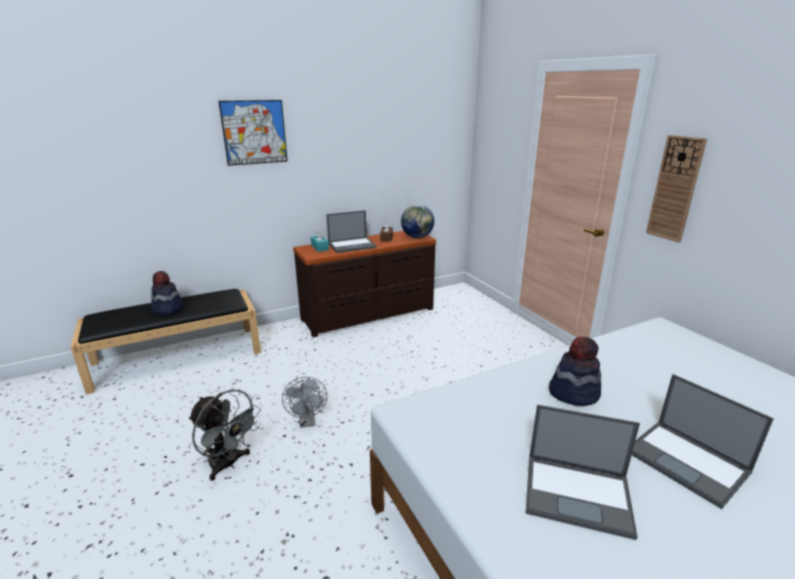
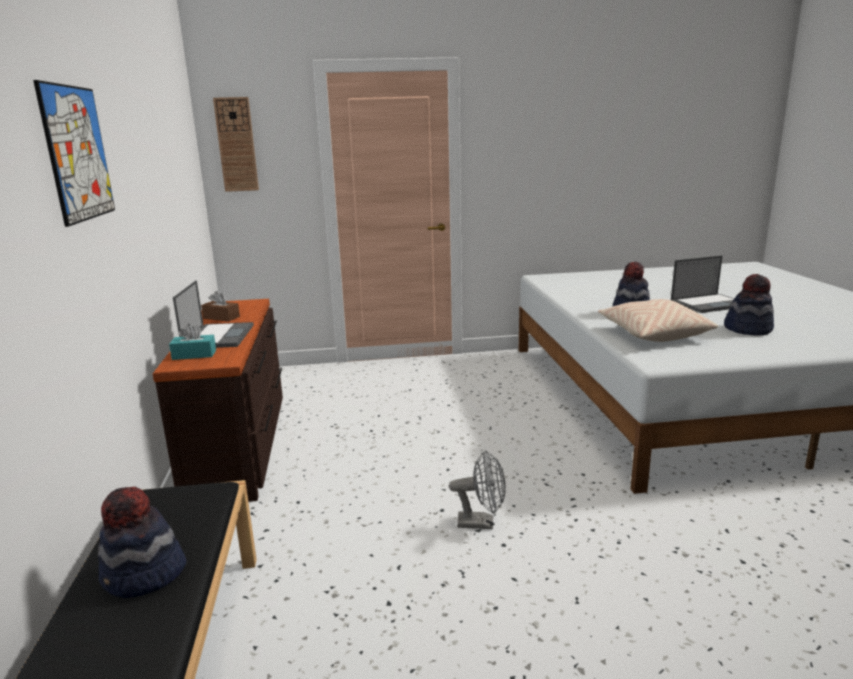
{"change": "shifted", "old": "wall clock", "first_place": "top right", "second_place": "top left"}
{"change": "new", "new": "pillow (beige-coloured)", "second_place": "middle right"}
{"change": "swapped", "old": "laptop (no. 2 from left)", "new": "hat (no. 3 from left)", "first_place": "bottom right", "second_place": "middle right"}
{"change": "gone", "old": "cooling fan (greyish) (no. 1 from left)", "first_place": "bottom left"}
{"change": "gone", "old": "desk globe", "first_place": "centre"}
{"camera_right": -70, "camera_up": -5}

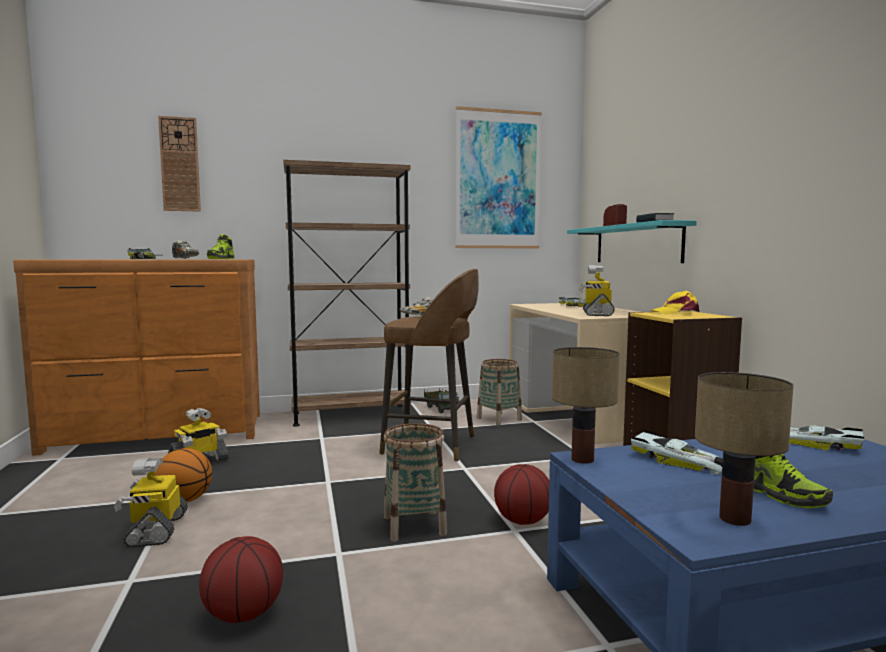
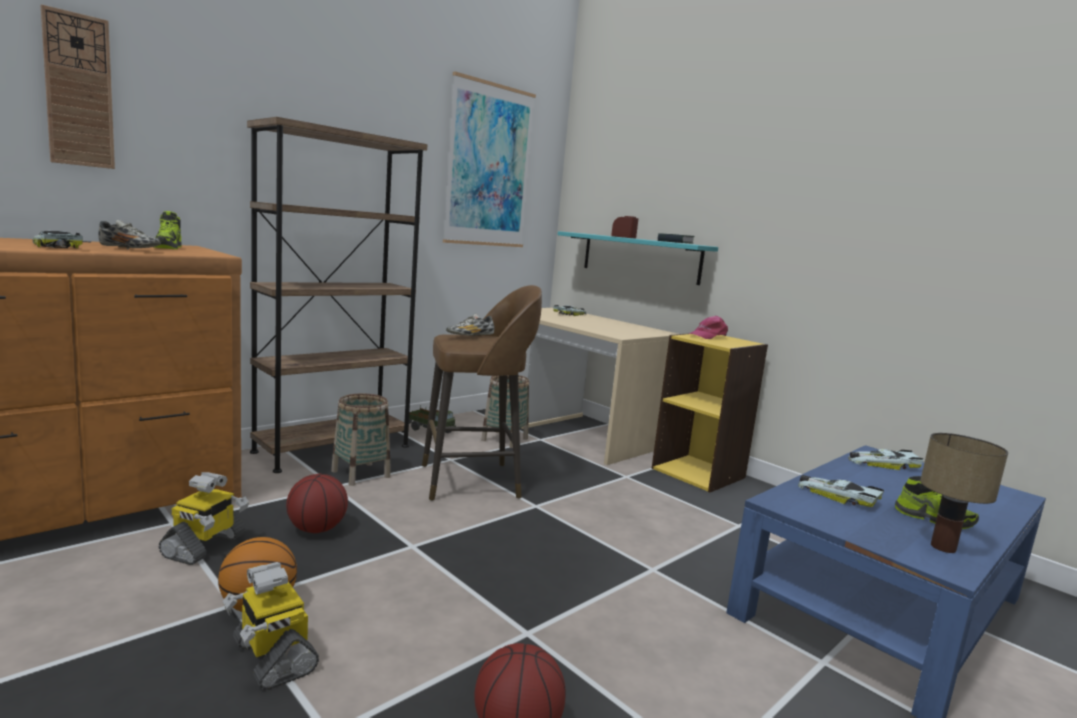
{"change": "shifted", "old": "basketball ball (no. 3 from left in the first image)", "new": "basketball ball (no. 2 from left)", "first_place": "bottom centre", "second_place": "bottom left"}
{"change": "shifted", "old": "storage basket (no. 1 from left)", "first_place": "bottom centre", "second_place": "centre"}
{"change": "repainted", "old": "cap (yellowish)", "new": "cap (pinkish)", "first_place": "middle right", "second_place": "centre"}
{"change": "rotated", "old": "model car (no. 3 from left)", "first_place": "bottom right", "second_place": "bottom right", "degrees": -150}
{"change": "gone", "old": "table lamp (no. 1 from left)", "first_place": "centre"}
{"change": "gone", "old": "robot figure (no. 3 from left)", "first_place": "middle right"}
{"camera_right": -30, "camera_up": 5}

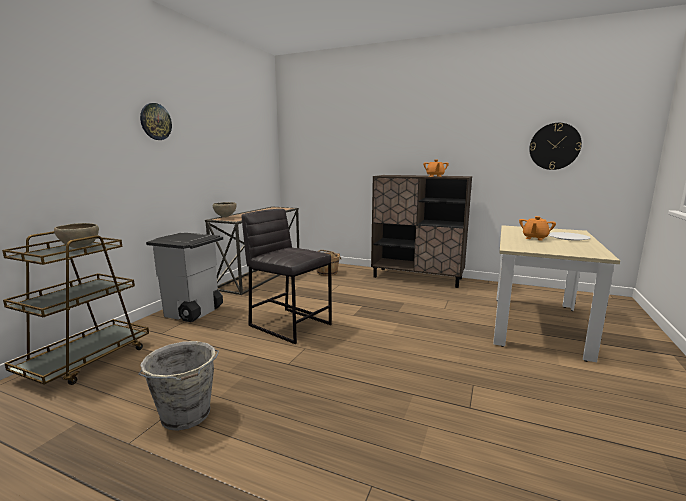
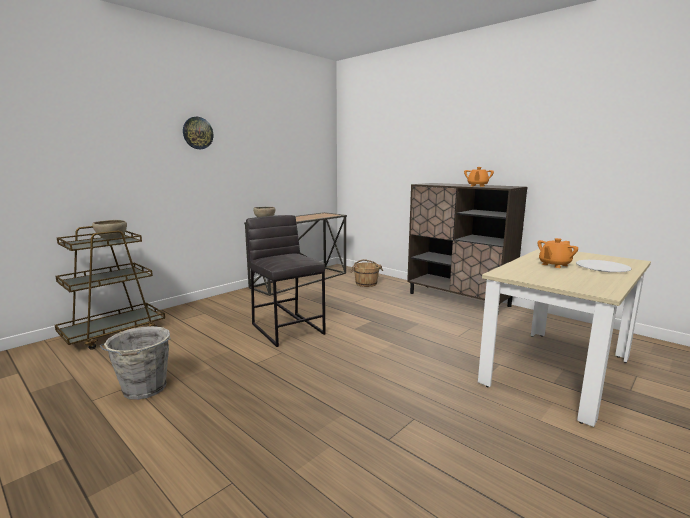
{"change": "gone", "old": "waste bin (greyish)", "first_place": "middle left"}
{"change": "gone", "old": "wall clock (no. 2 from left)", "first_place": "top right"}
{"camera_right": 20, "camera_up": 0}

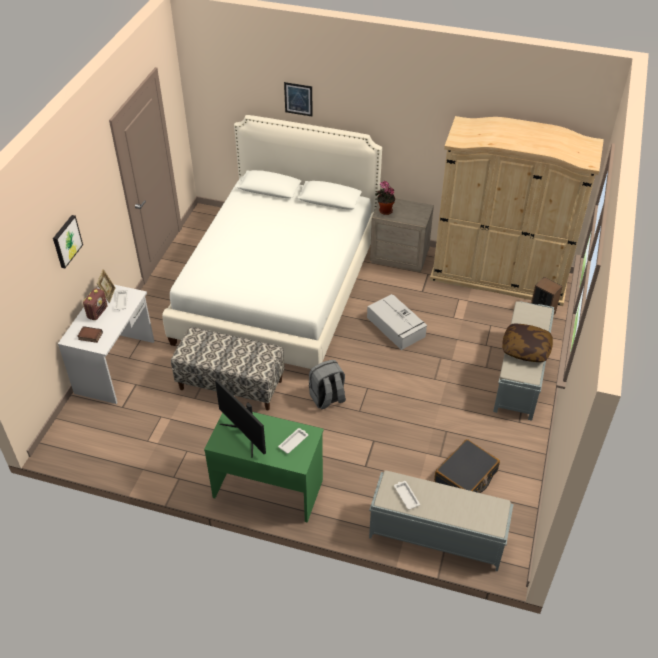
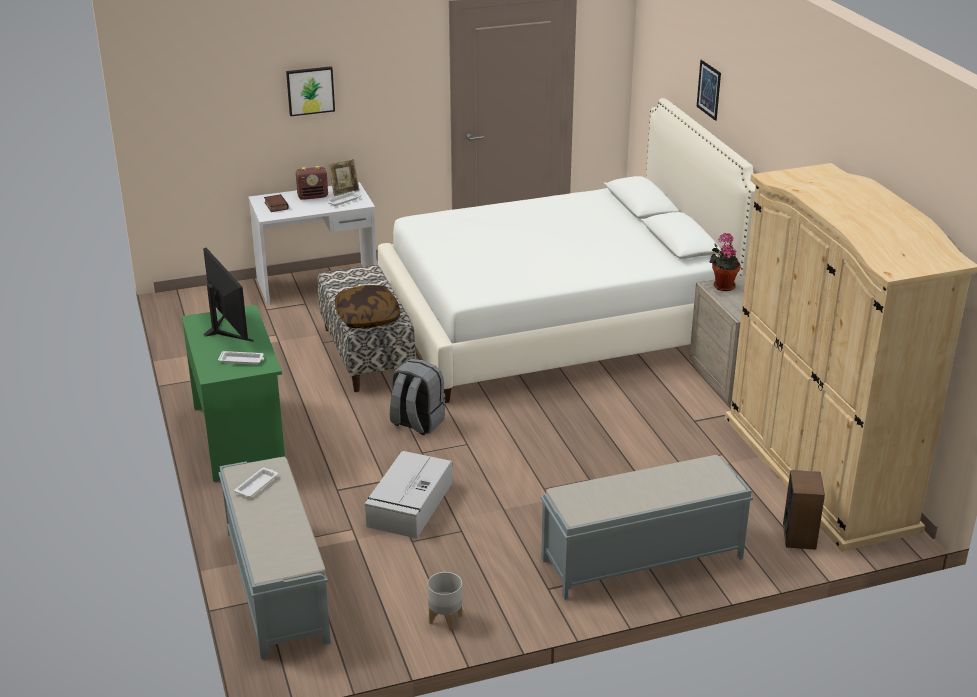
{"change": "rotated", "old": "monitor", "first_place": "centre", "second_place": "middle left", "degrees": 135}
{"change": "shifted", "old": "pillow", "first_place": "middle right", "second_place": "centre"}
{"change": "shifted", "old": "storage container (greyish)", "first_place": "centre", "second_place": "bottom centre"}
{"change": "new", "new": "plant pot (greyish)", "second_place": "bottom centre"}
{"change": "gone", "old": "piece of luggage (blackish)", "first_place": "bottom right"}
{"camera_right": 55, "camera_up": -15}

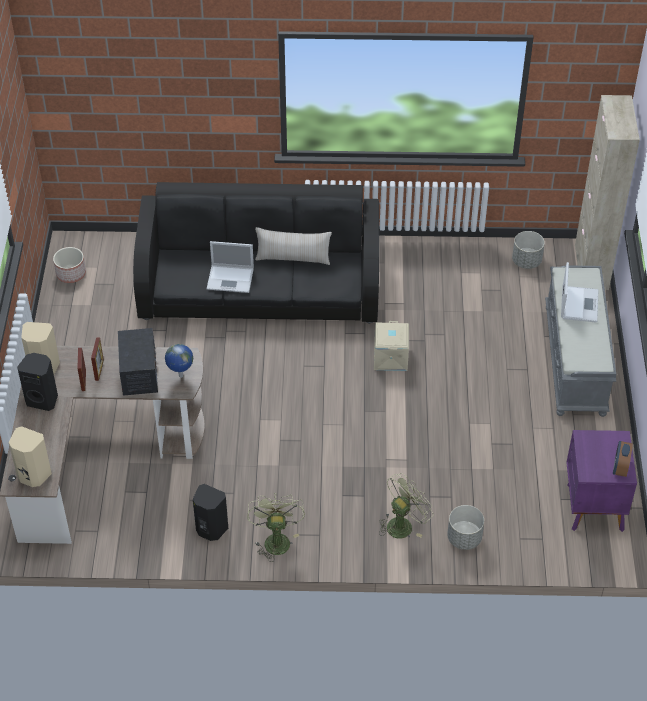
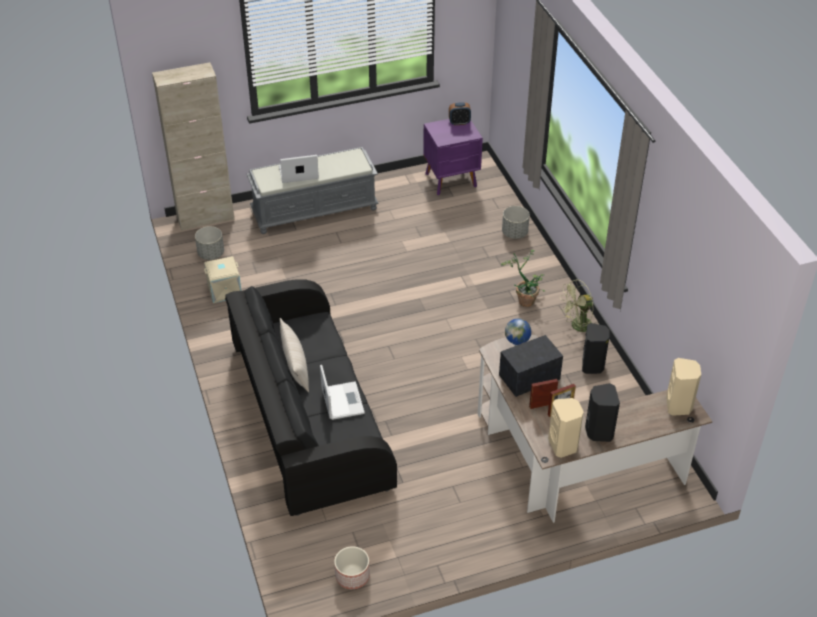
{"change": "shifted", "old": "storage container (beige-coloured)", "first_place": "centre", "second_place": "middle left"}
{"change": "new", "new": "plant in a pot", "second_place": "centre"}
{"change": "gone", "old": "cooling fan (green-coloured) (no. 2 from left)", "first_place": "bottom centre"}
{"camera_right": -110, "camera_up": -5}

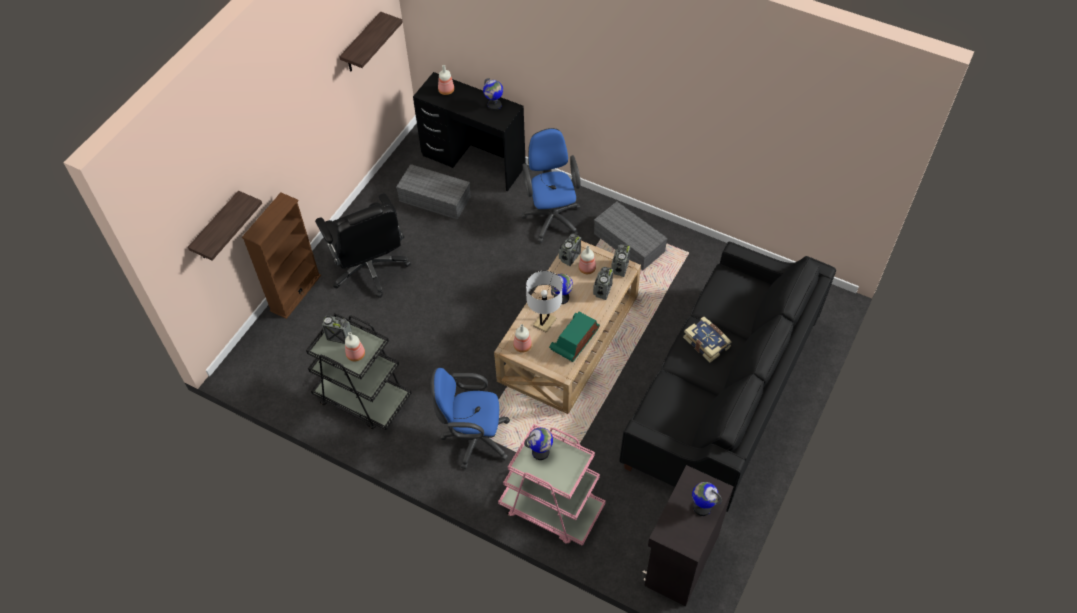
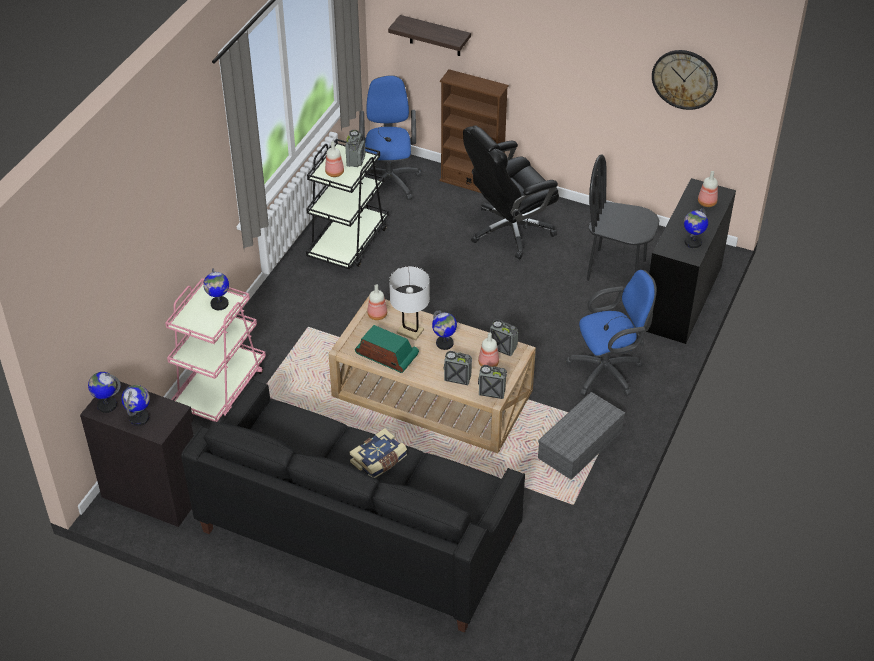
{"change": "new", "new": "desk globe (no. 1 from left)", "second_place": "middle left"}
{"change": "shifted", "old": "computer chair (blue) (no. 1 from left)", "first_place": "bottom centre", "second_place": "top centre"}
{"change": "swapped", "old": "storage container (greyish) (no. 1 from left)", "new": "chair (blackish)", "first_place": "top centre", "second_place": "top right"}
{"change": "swapped", "old": "shelf (no. 2 from left)", "new": "wall clock", "first_place": "top centre", "second_place": "top right"}
{"camera_right": 85, "camera_up": -10}

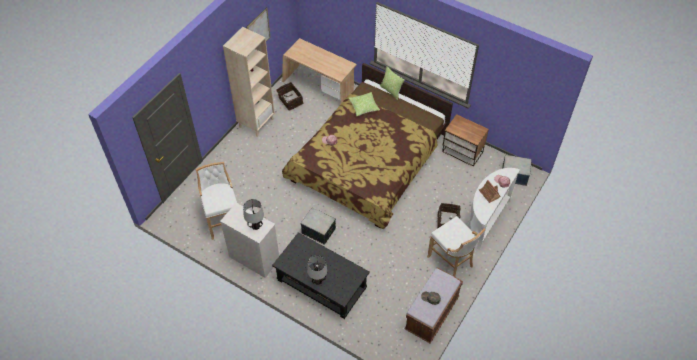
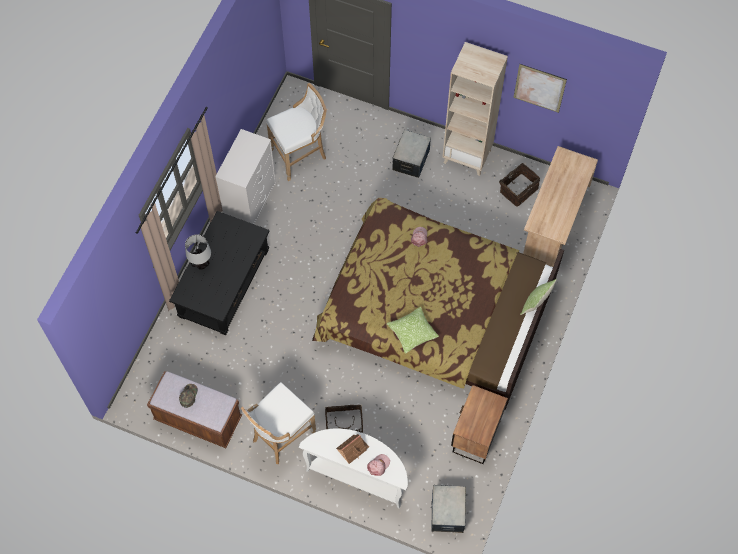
{"change": "shifted", "old": "pillow (no. 1 from left)", "first_place": "top centre", "second_place": "centre"}
{"change": "shifted", "old": "storage container (no. 1 from left)", "first_place": "centre", "second_place": "top centre"}
{"change": "gone", "old": "table lamp (no. 1 from left)", "first_place": "centre"}
{"camera_right": 80, "camera_up": 10}

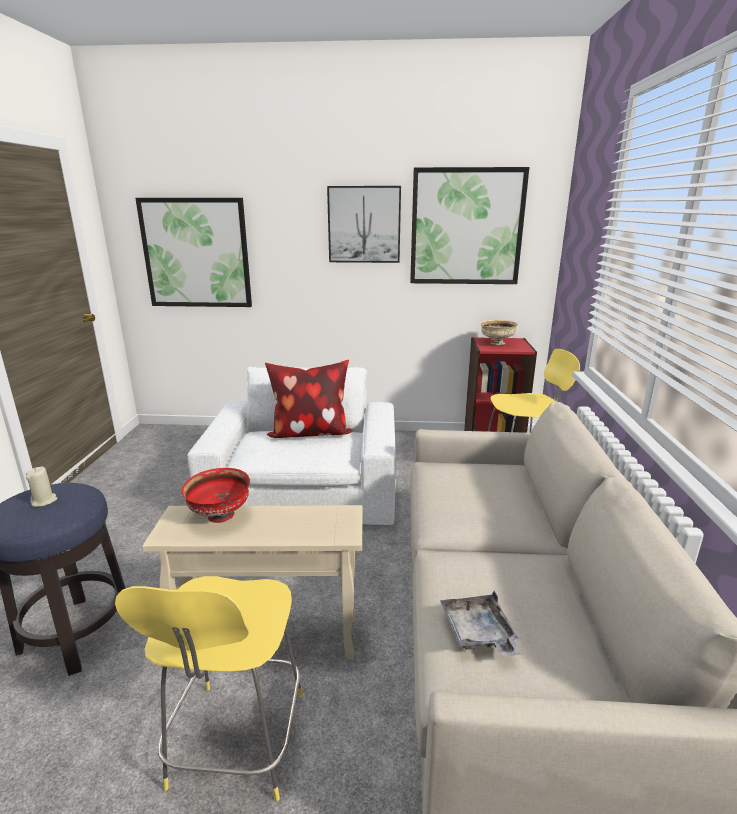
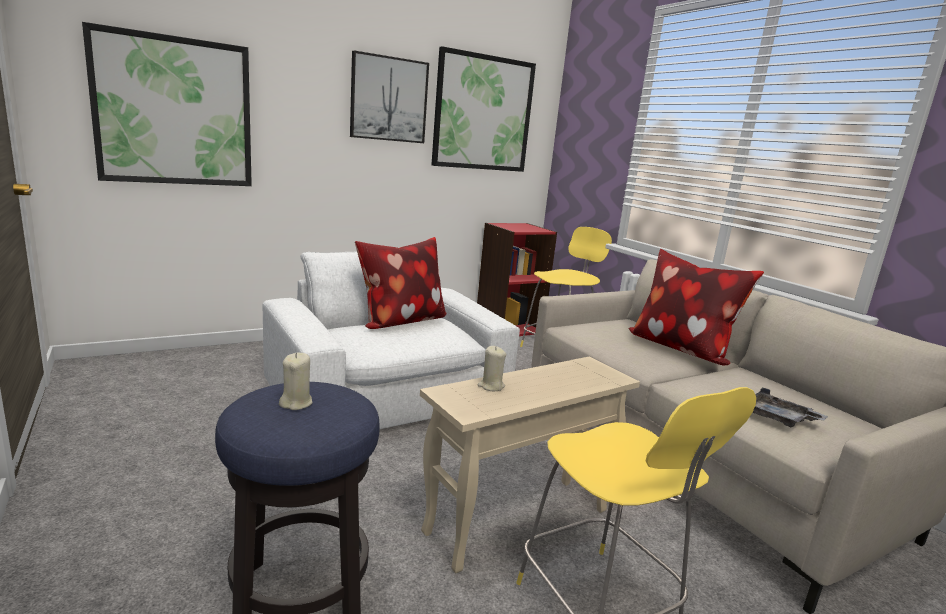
{"change": "swapped", "old": "serving bowl (reddish)", "new": "candle (beige-coloured) (no. 2 from left)", "first_place": "middle left", "second_place": "centre"}
{"change": "new", "new": "pillow (no. 2 from left)", "second_place": "middle right"}
{"change": "gone", "old": "serving bowl (beige-coloured)", "first_place": "middle right"}
{"camera_right": -35, "camera_up": -5}

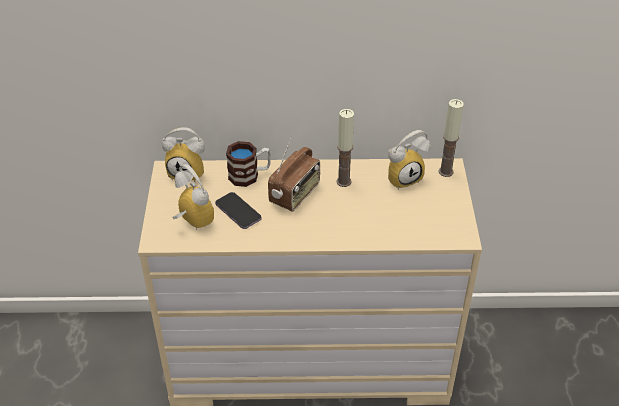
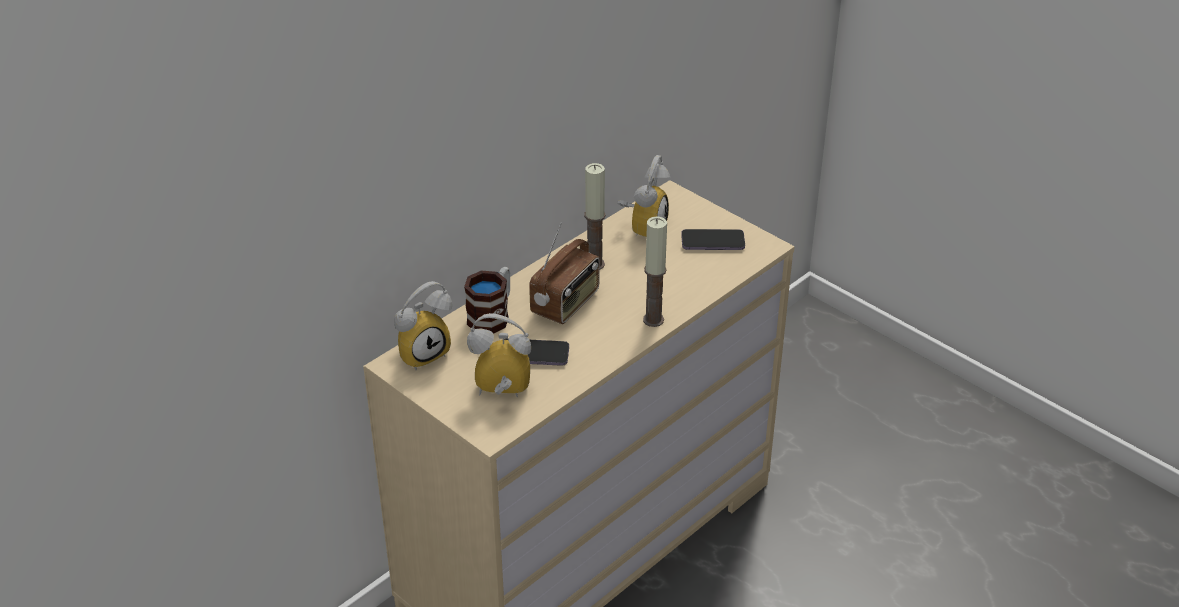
{"change": "rotated", "old": "radio set", "first_place": "centre", "second_place": "centre", "degrees": 45}
{"change": "shifted", "old": "candle (no. 2 from left)", "first_place": "middle right", "second_place": "centre"}
{"change": "new", "new": "phone (no. 2 from left)", "second_place": "centre"}
{"camera_right": -45, "camera_up": -5}

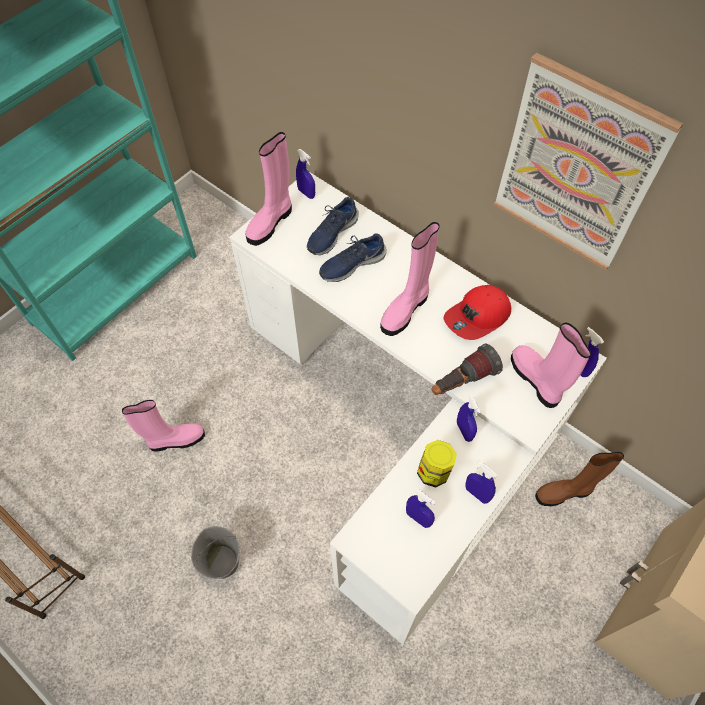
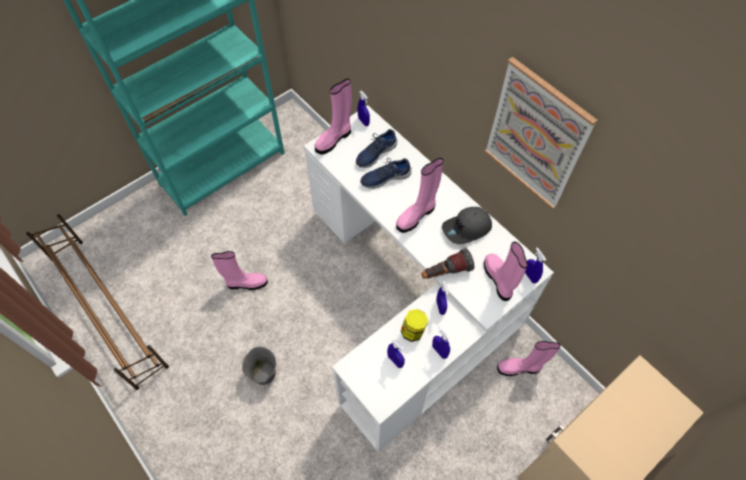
{"change": "repainted", "old": "cap (reddish)", "new": "cap (greyish)", "first_place": "middle right", "second_place": "centre"}
{"change": "repainted", "old": "tall boot (brownish)", "new": "tall boot (pinkish) (no. 5 from left)", "first_place": "bottom right", "second_place": "bottom right"}
{"camera_right": 10, "camera_up": 0}

